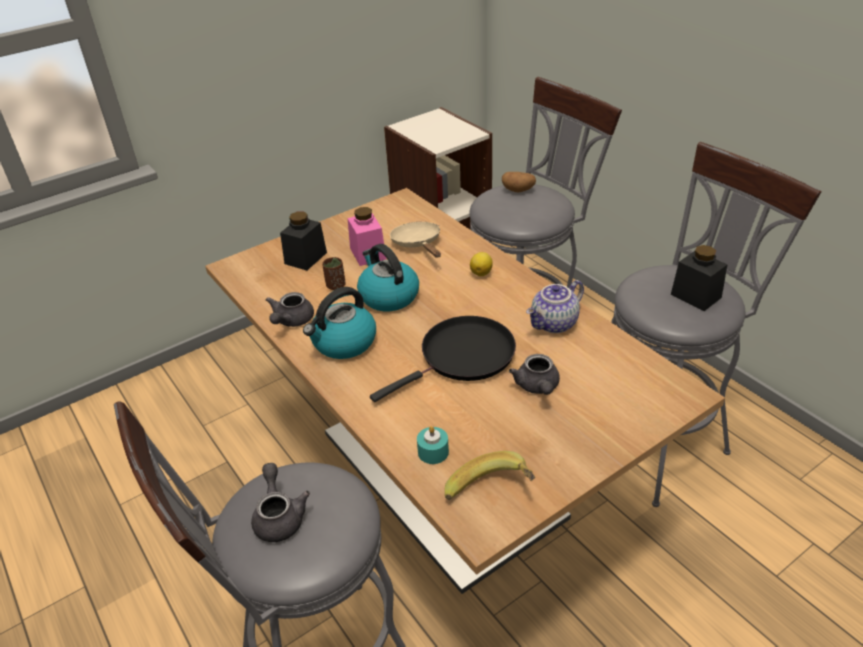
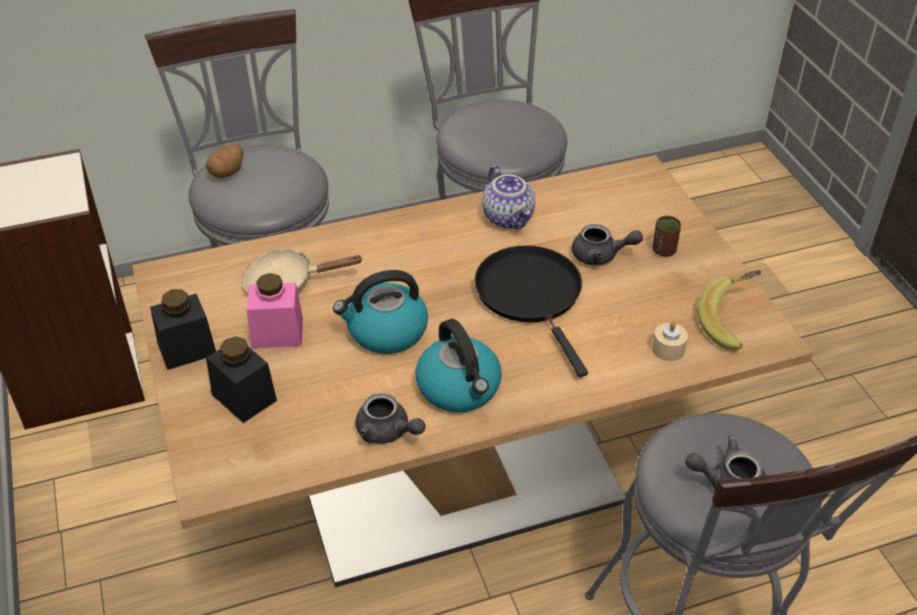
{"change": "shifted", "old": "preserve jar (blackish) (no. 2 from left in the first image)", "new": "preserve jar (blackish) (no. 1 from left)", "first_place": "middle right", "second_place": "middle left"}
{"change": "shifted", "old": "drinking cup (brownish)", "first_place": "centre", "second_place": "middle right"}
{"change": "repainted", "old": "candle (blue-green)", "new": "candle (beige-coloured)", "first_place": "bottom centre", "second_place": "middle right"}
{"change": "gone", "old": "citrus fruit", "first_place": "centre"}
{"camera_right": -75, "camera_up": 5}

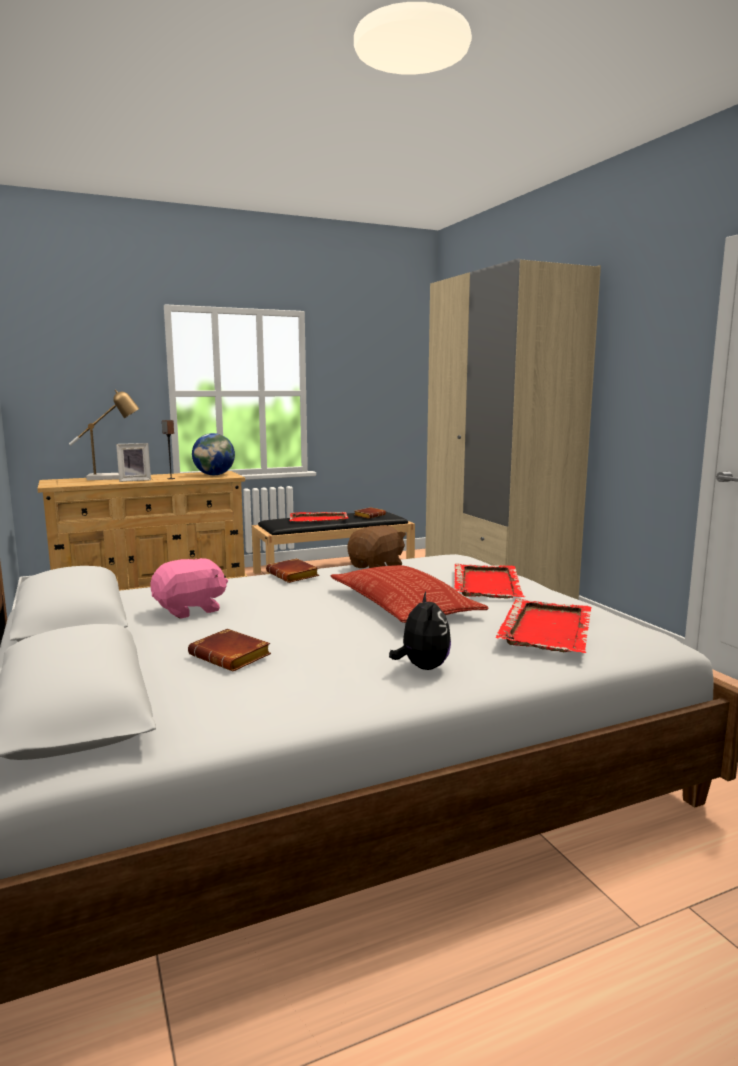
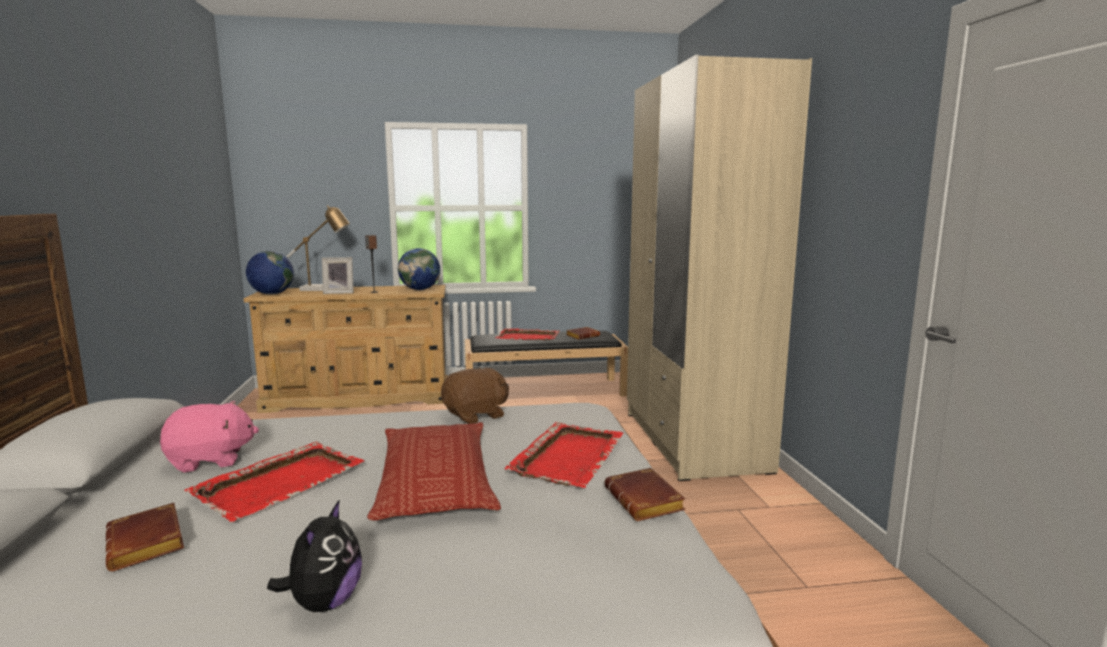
{"change": "shifted", "old": "serving tray (reddish) (no. 3 from left in the first image)", "new": "serving tray (reddish) (no. 1 from left)", "first_place": "middle right", "second_place": "bottom left"}
{"change": "new", "new": "desk globe (no. 1 from left)", "second_place": "middle left"}
{"change": "shifted", "old": "bound book (brownish) (no. 2 from left in the first image)", "new": "bound book (brownish) (no. 3 from left)", "first_place": "centre", "second_place": "bottom centre"}
{"camera_right": 15, "camera_up": 0}

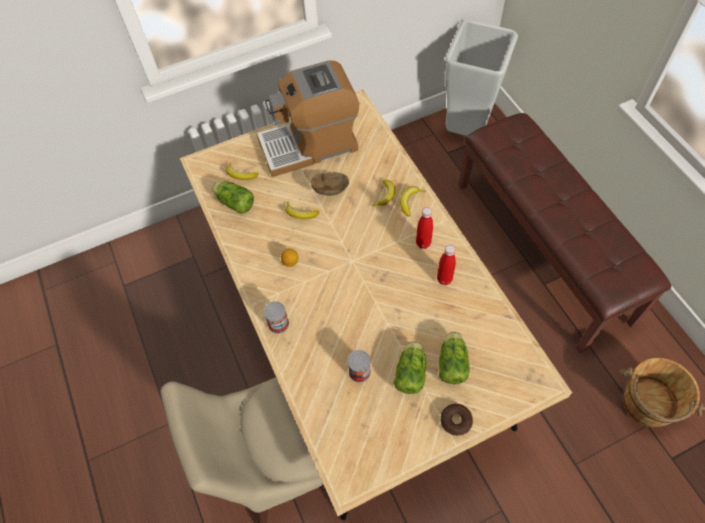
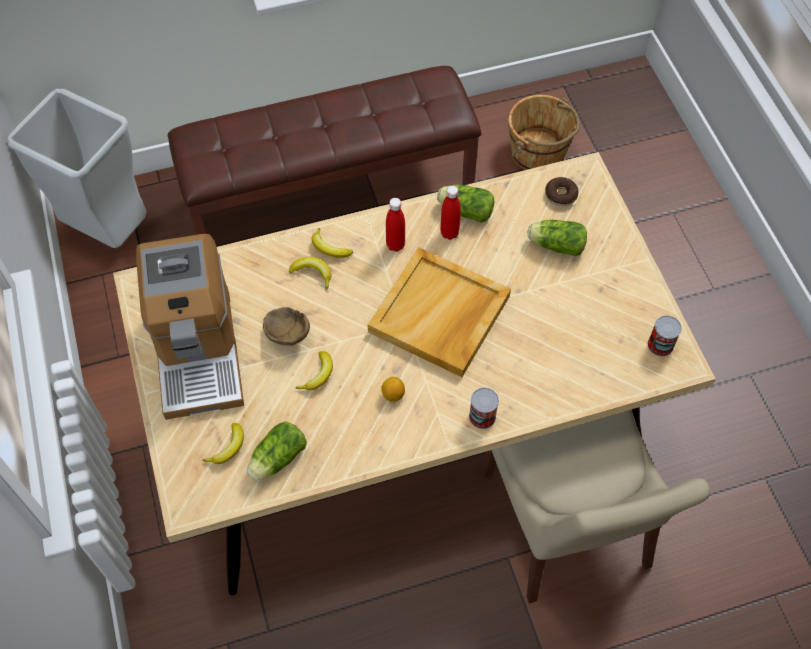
{"change": "new", "new": "serving tray (beige-coloured)", "second_place": "centre"}
{"change": "shifted", "old": "lettuce (no. 2 from left)", "first_place": "bottom centre", "second_place": "top centre"}
{"change": "shifted", "old": "doughnut", "first_place": "bottom centre", "second_place": "top right"}
{"change": "shifted", "old": "can (no. 2 from left)", "first_place": "bottom centre", "second_place": "middle right"}
{"camera_right": -85, "camera_up": 0}

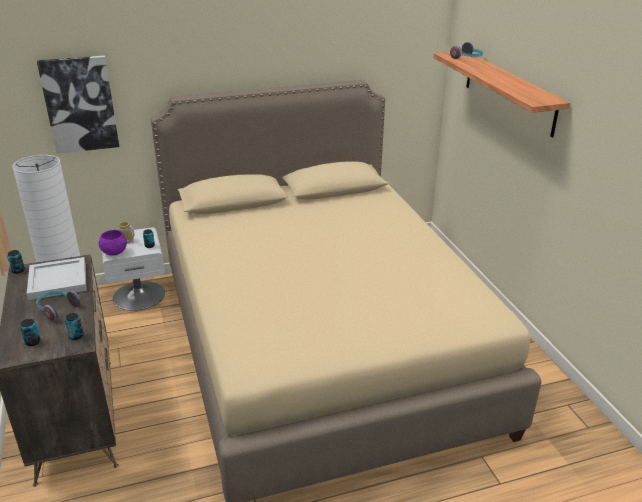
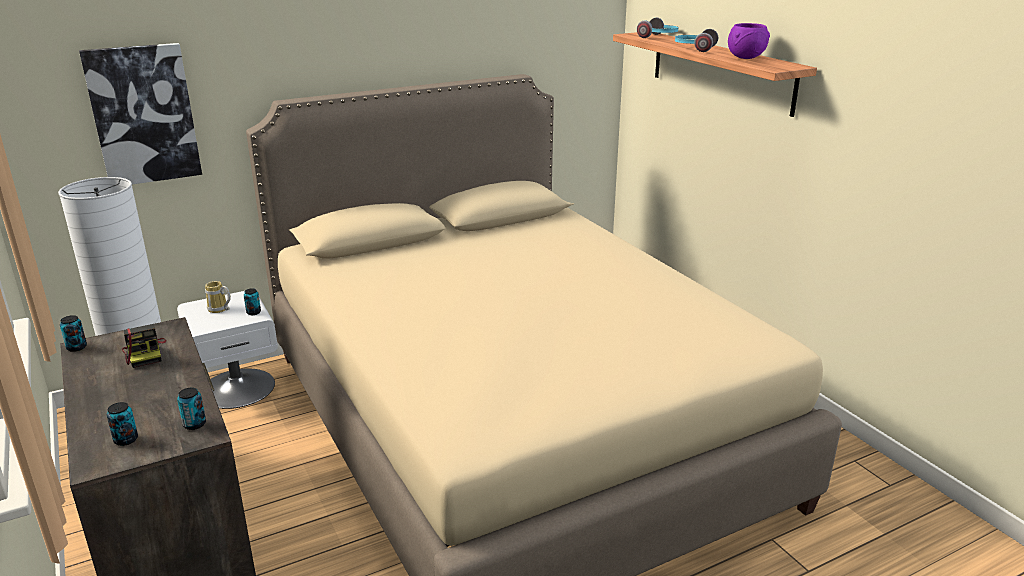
{"change": "swapped", "old": "serving tray (whitish)", "new": "photo camera", "first_place": "middle left", "second_place": "middle left"}
{"change": "shifted", "old": "pair of headphones (no. 1 from left in the first image)", "new": "pair of headphones (no. 2 from left)", "first_place": "middle left", "second_place": "top right"}
{"change": "shifted", "old": "serving bowl (purplish)", "first_place": "middle left", "second_place": "top right"}
{"camera_right": -10, "camera_up": -5}

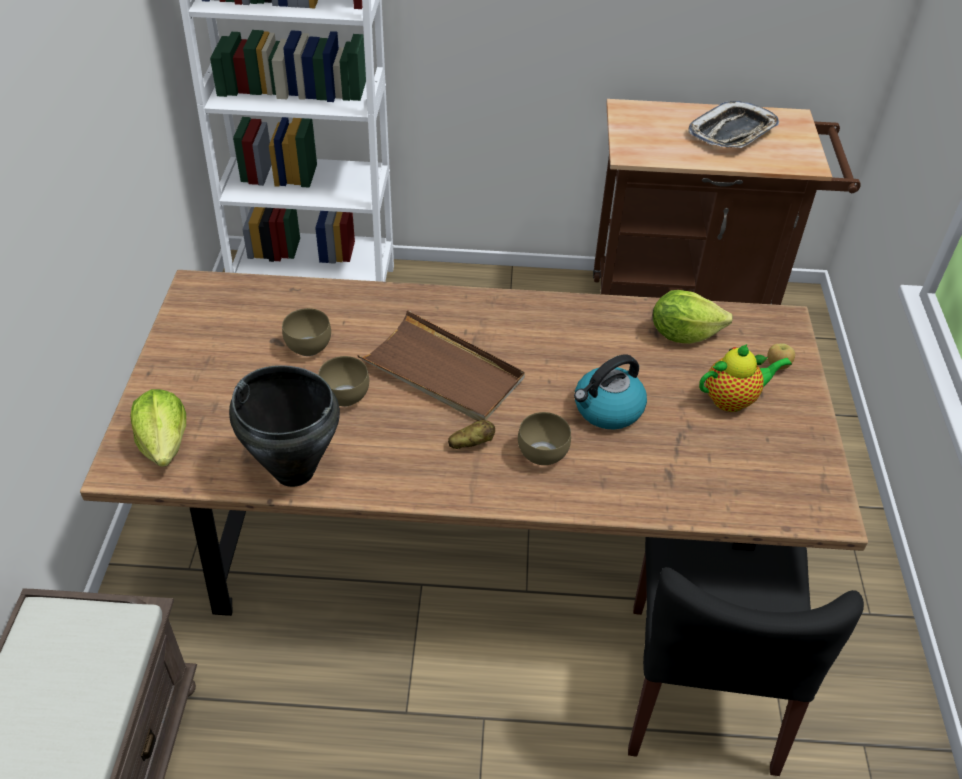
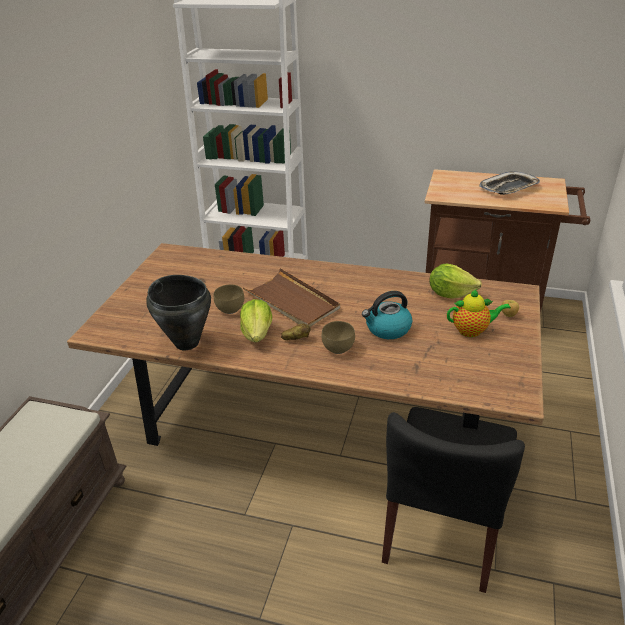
{"change": "shifted", "old": "lettuce (no. 1 from left)", "first_place": "middle left", "second_place": "centre"}
{"change": "gone", "old": "serving bowl (brownish) (no. 1 from left)", "first_place": "middle left"}
{"camera_right": 15, "camera_up": -10}

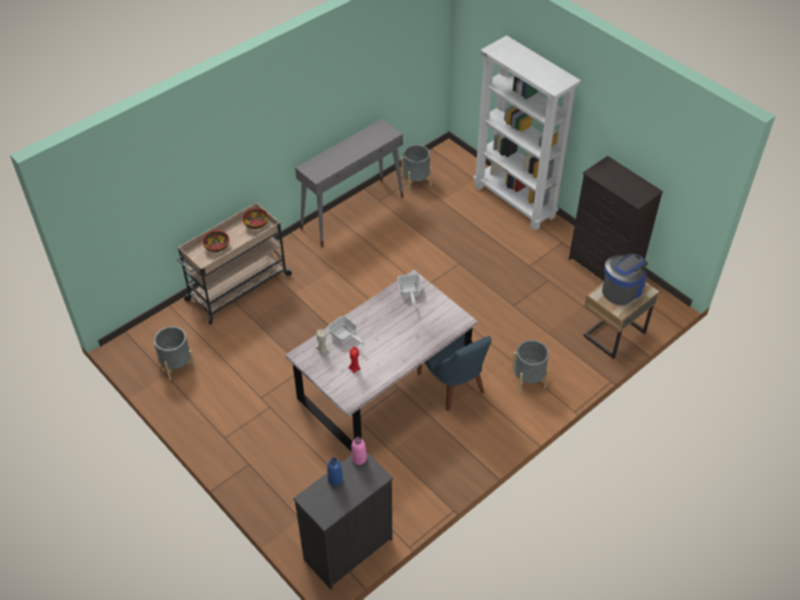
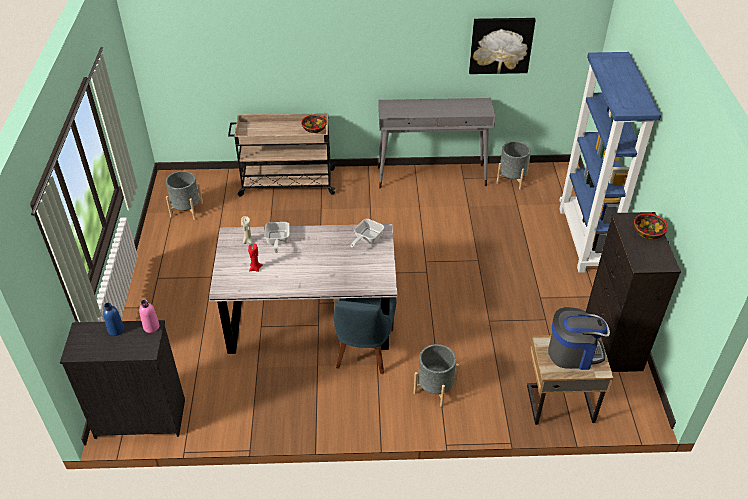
{"change": "new", "new": "picture", "second_place": "top right"}
{"change": "repainted", "old": "bookshelf (whitish)", "new": "bookshelf (blue)", "first_place": "top centre", "second_place": "top right"}
{"change": "shifted", "old": "serving bowl (no. 1 from left in the first image)", "new": "serving bowl (no. 2 from left)", "first_place": "middle left", "second_place": "middle right"}
{"camera_right": 40, "camera_up": -5}

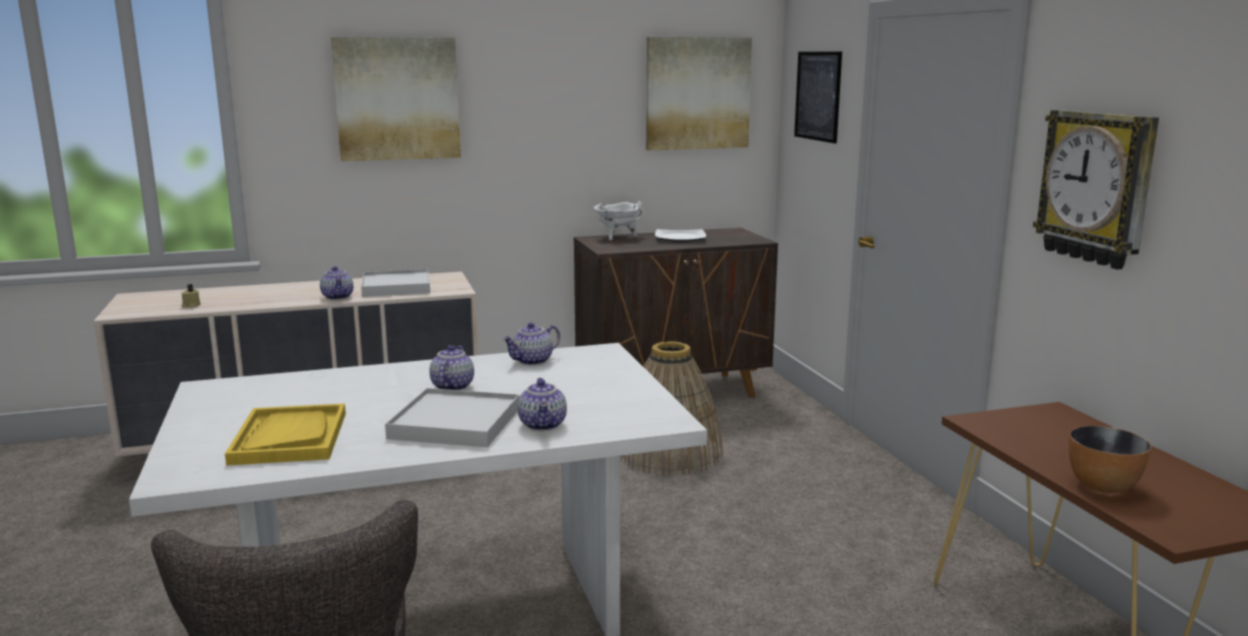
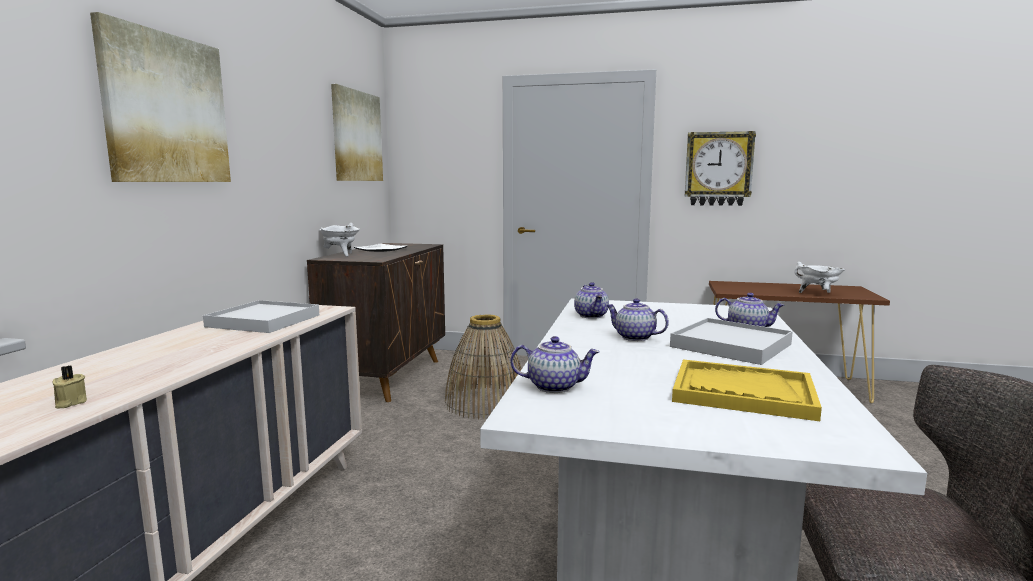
{"change": "shifted", "old": "teapot (no. 1 from left)", "first_place": "middle left", "second_place": "centre"}
{"change": "swapped", "old": "serving bowl", "new": "cooking pot (whitish) (no. 2 from left)", "first_place": "bottom right", "second_place": "middle right"}
{"change": "gone", "old": "picture (no. 3 from left)", "first_place": "top centre"}
{"camera_right": -60, "camera_up": -5}

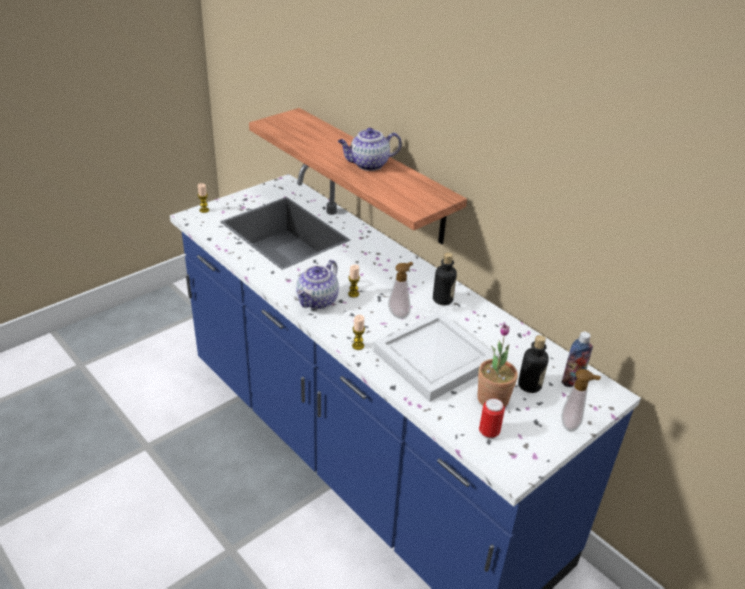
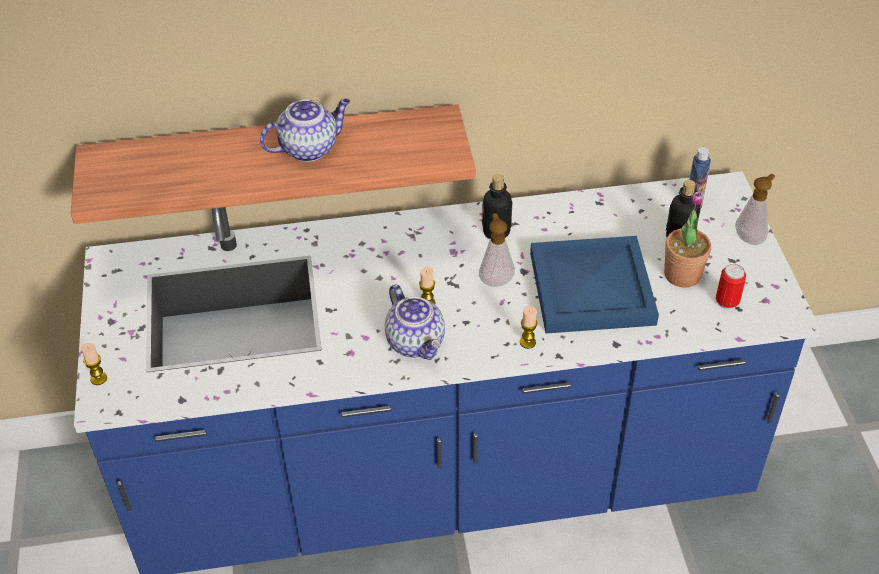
{"change": "rotated", "old": "teapot (no. 2 from left in the first image)", "first_place": "top centre", "second_place": "top centre", "degrees": -135}
{"change": "repainted", "old": "serving tray (whitish)", "new": "serving tray (blue)", "first_place": "centre", "second_place": "middle right"}
{"camera_right": -55, "camera_up": 10}

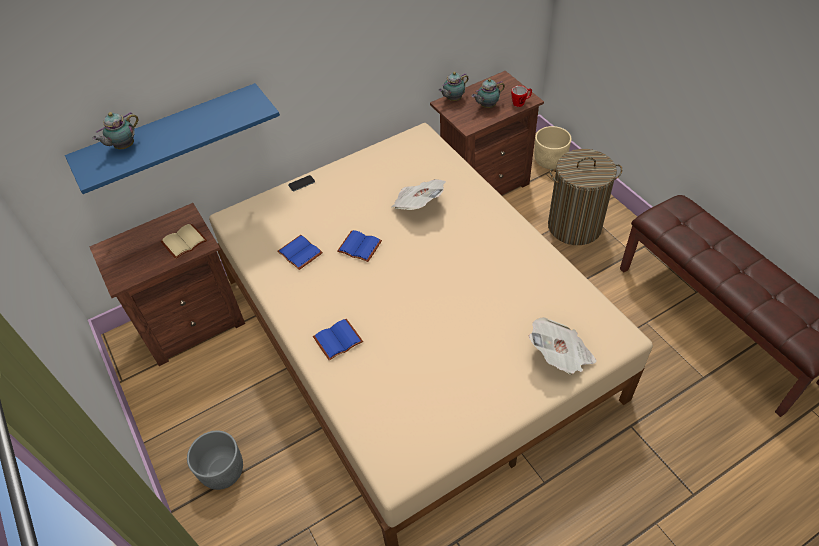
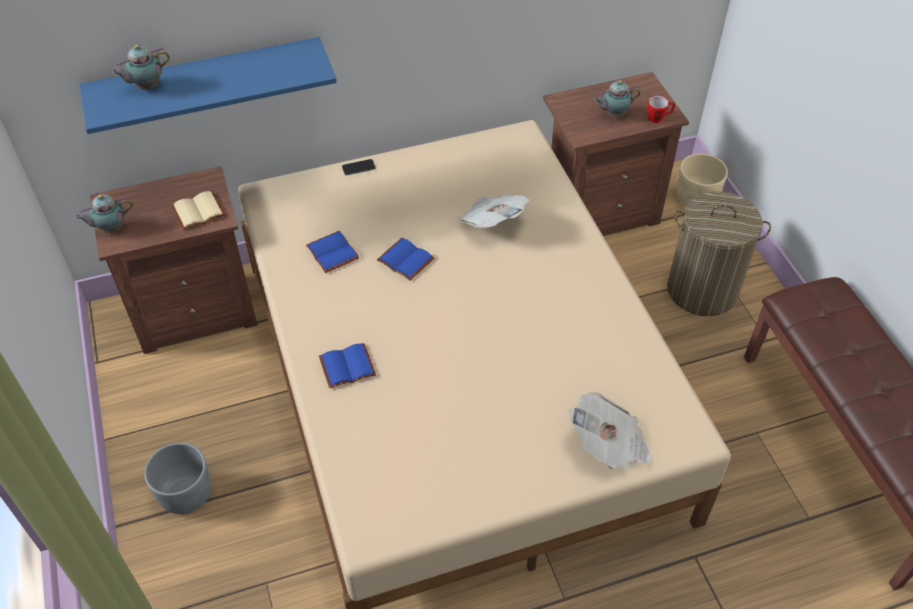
{"change": "shifted", "old": "teapot (no. 2 from left in the first image)", "new": "teapot (no. 1 from left)", "first_place": "top centre", "second_place": "middle left"}
{"camera_right": 10, "camera_up": 0}

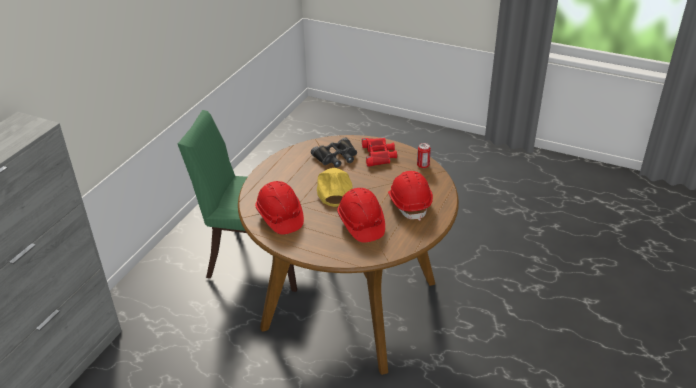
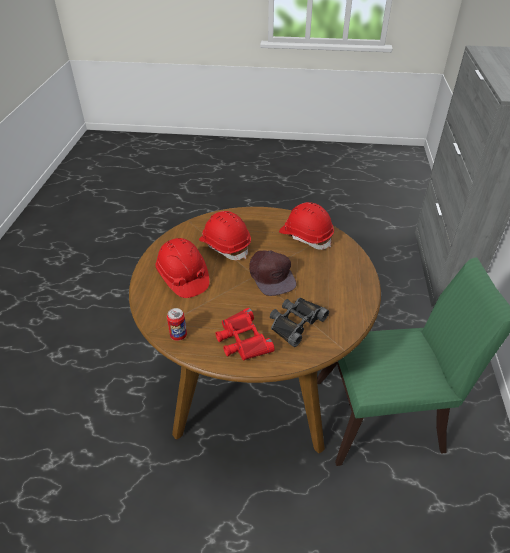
{"change": "repainted", "old": "cap (yellowish)", "new": "cap (brownish)", "first_place": "centre", "second_place": "centre"}
{"camera_right": 160, "camera_up": 5}

